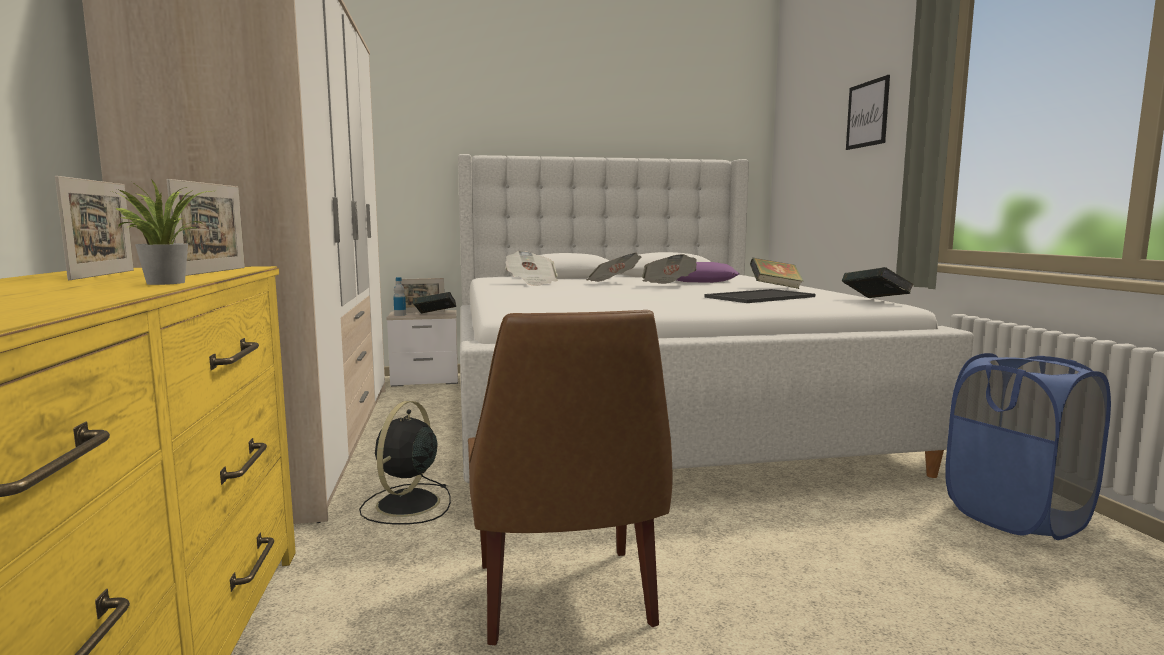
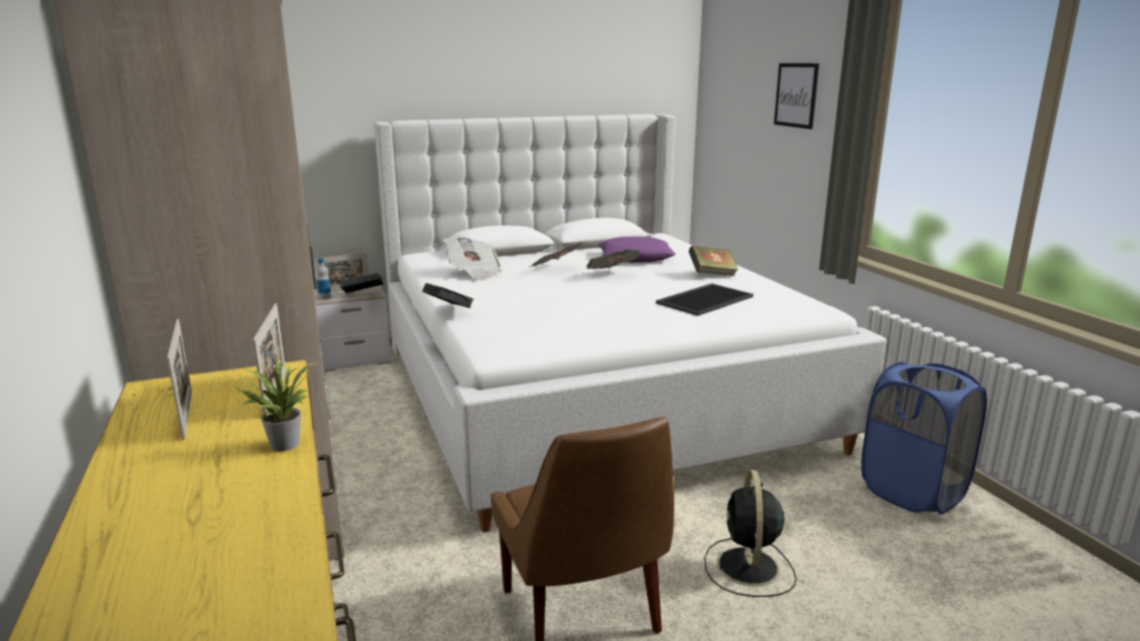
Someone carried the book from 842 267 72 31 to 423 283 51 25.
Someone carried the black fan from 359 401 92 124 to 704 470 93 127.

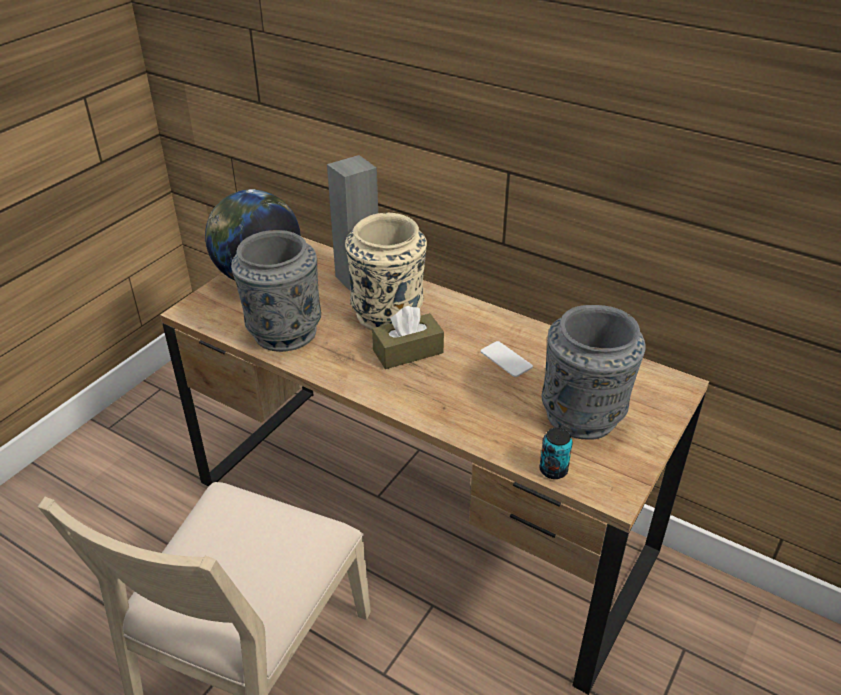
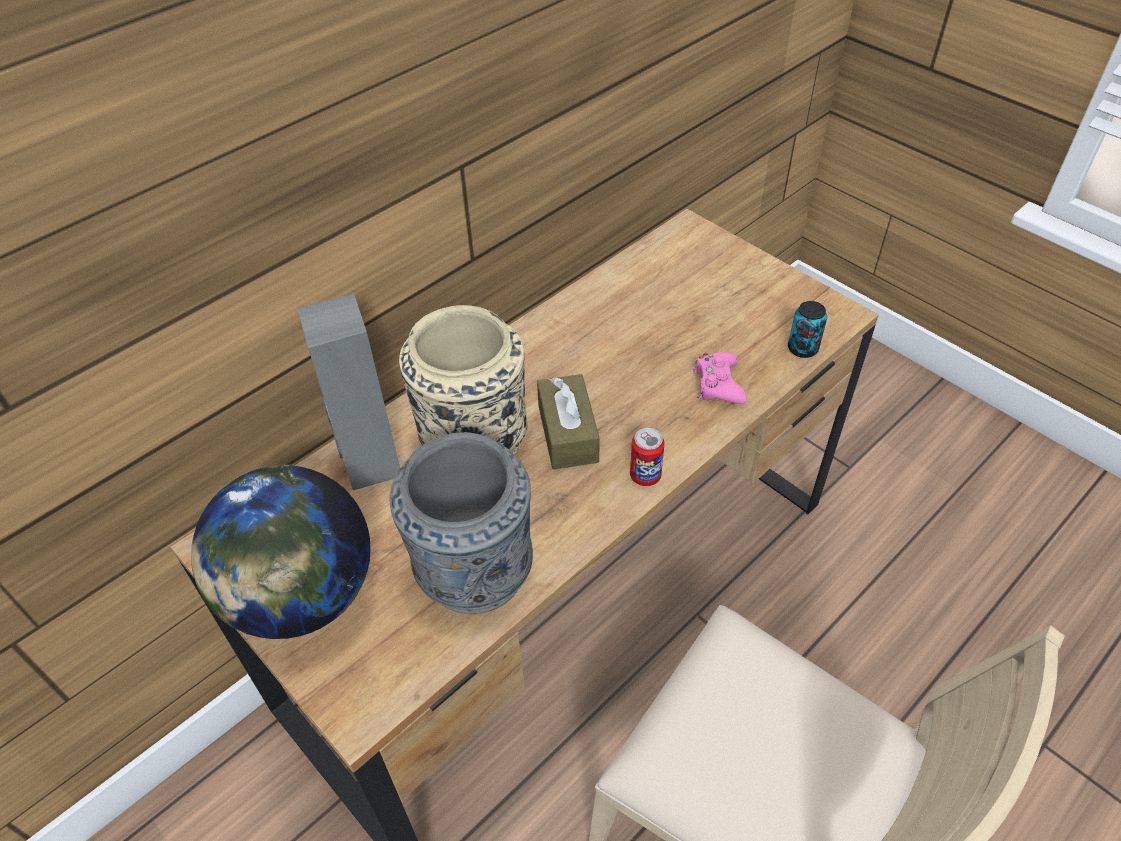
Someone took away the grey vase at 542 305 104 135.
Someone took away the phone at 481 341 52 36.
Someone put down the pink game controller at 693 352 54 52.
Someone put down the can at 630 428 35 58.

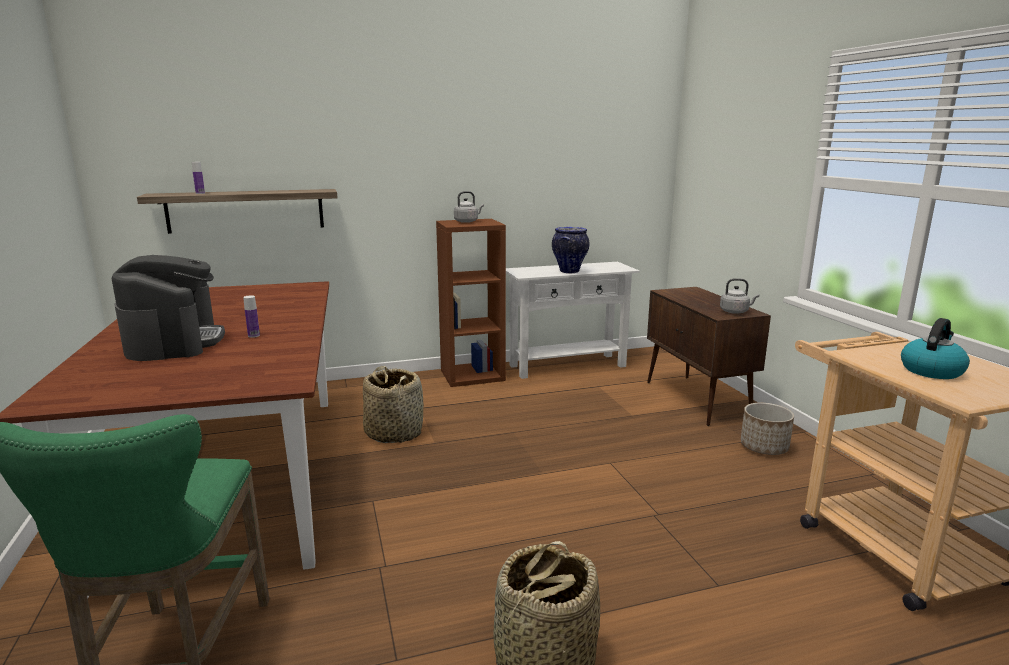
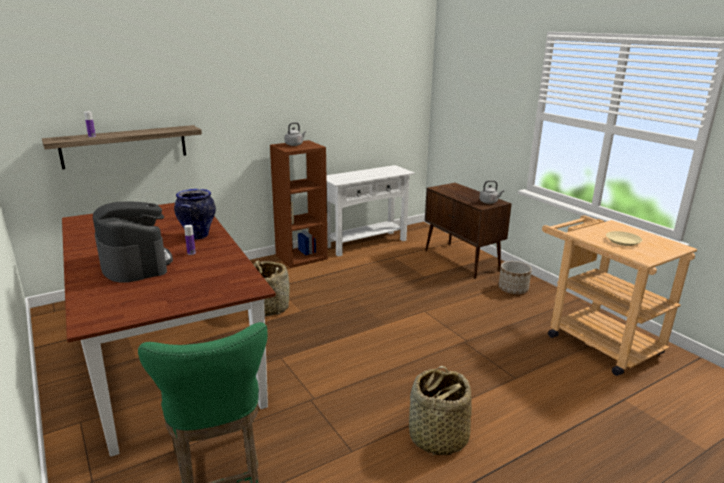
Someone carried the vase from 552 227 37 46 to 174 189 42 51.
Someone swapped the kettle at 901 318 69 61 for the beige plate at 606 231 36 15.

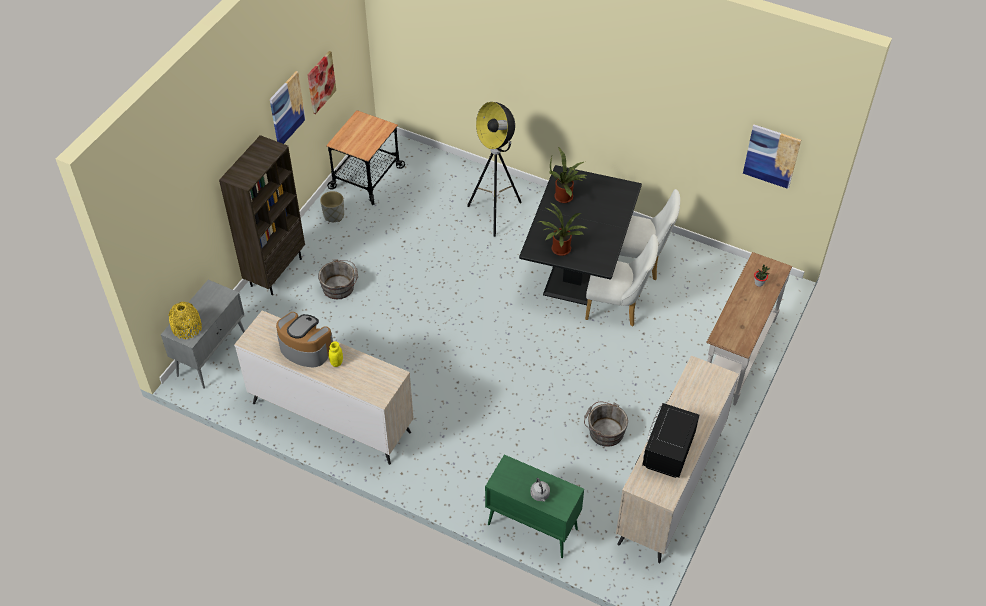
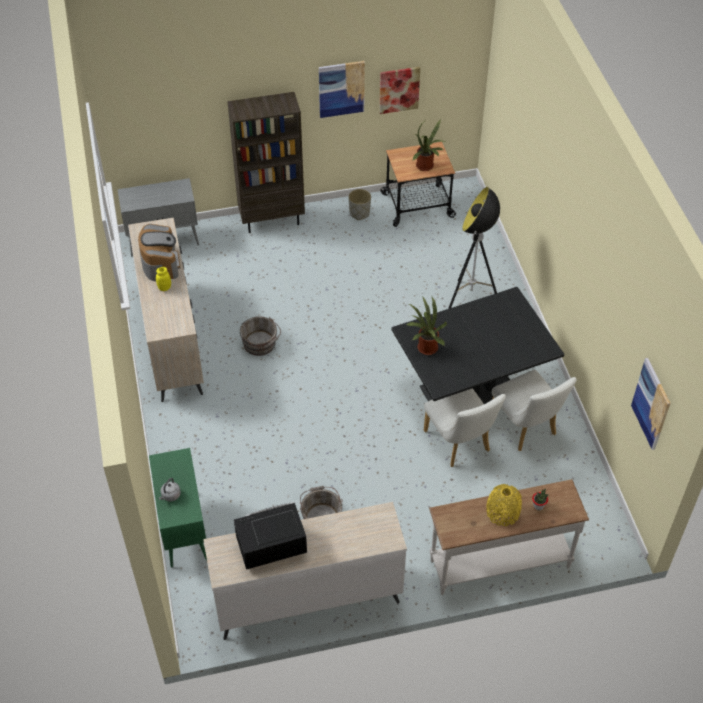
Someone carried the potted plant from 549 147 38 56 to 413 120 32 51.
Someone carried the grey bucket from 318 259 40 40 to 240 316 41 40.
Someone carried the yellow vase from 168 302 34 37 to 486 484 36 42.

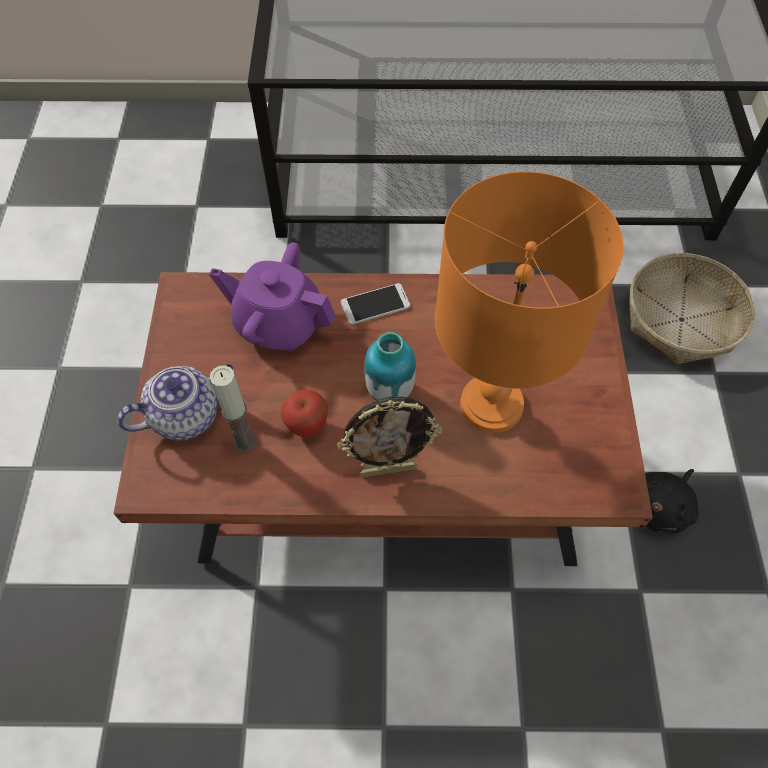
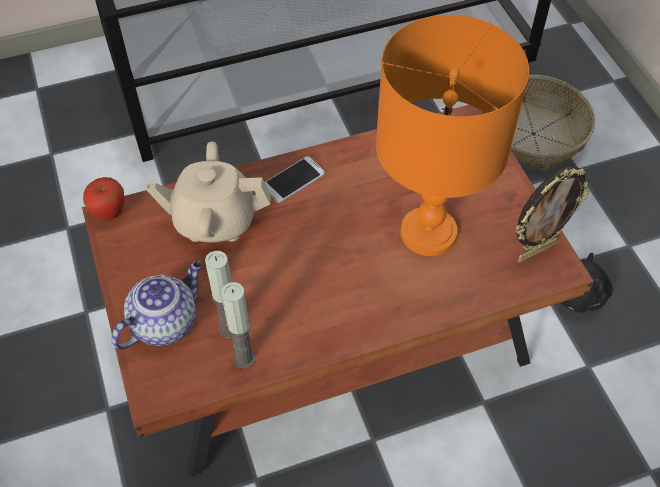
Someone repainted the purple teapot at 209 242 127 110, which became the beige teapot at 146 141 125 102.
Someone took away the vase at 364 332 52 68.
Someone carried the apple from 281 390 47 47 to 83 177 42 43.
Someone carried the picture frame from 337 397 105 80 to 516 167 73 96.
Someone put down the candle at 221 282 34 87.

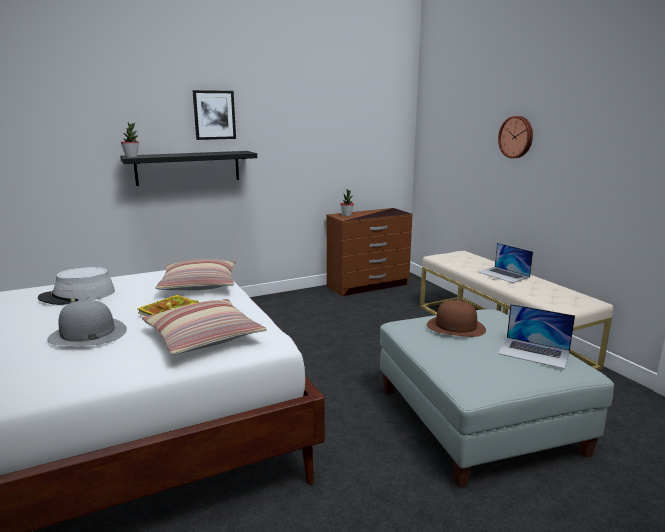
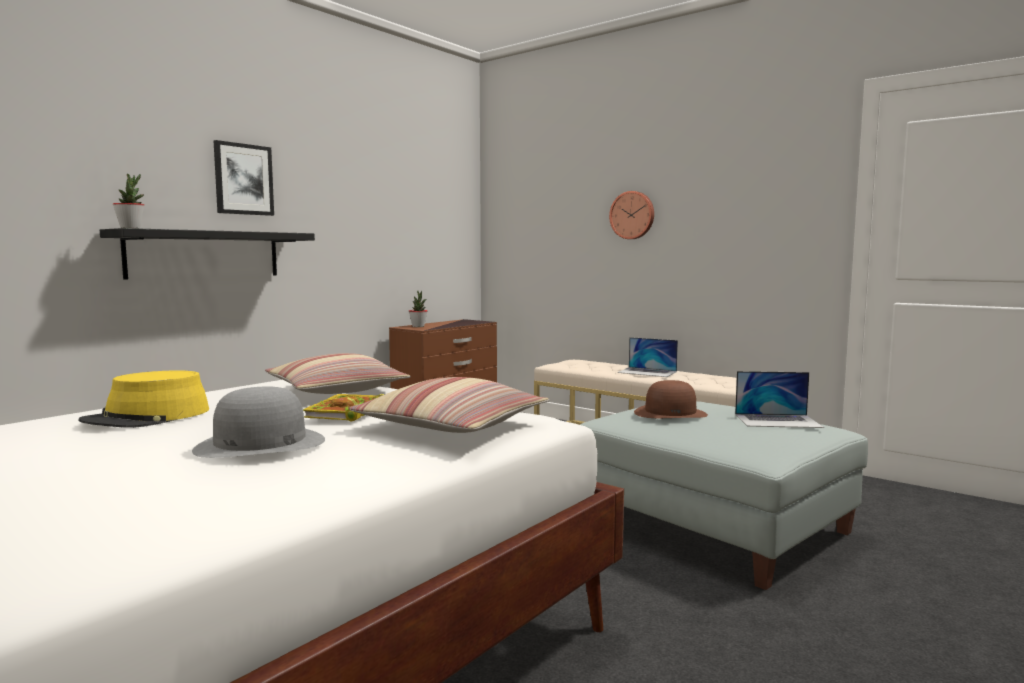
Someone repainted the grey hat at 38 267 77 38, which became the yellow hat at 79 370 130 58.

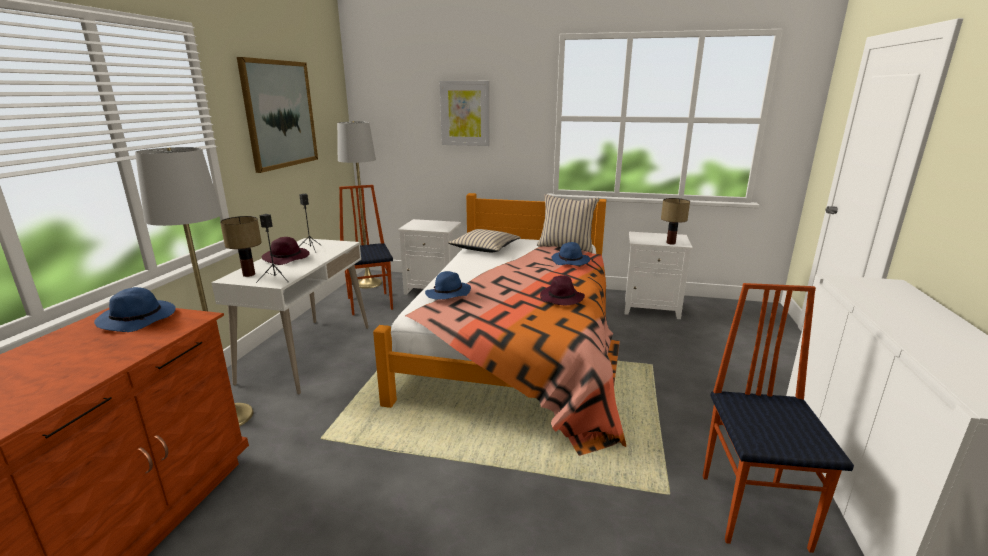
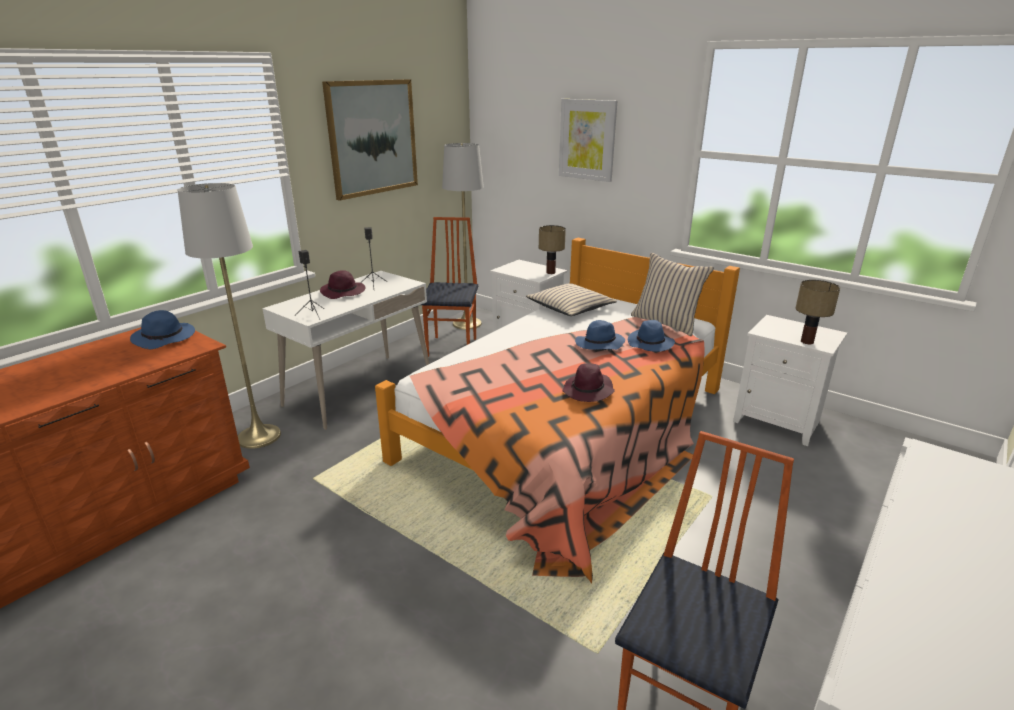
Someone carried the table lamp from 220 216 42 61 to 539 225 27 49.
Someone carried the blue hat from 425 271 46 29 to 575 320 50 30.

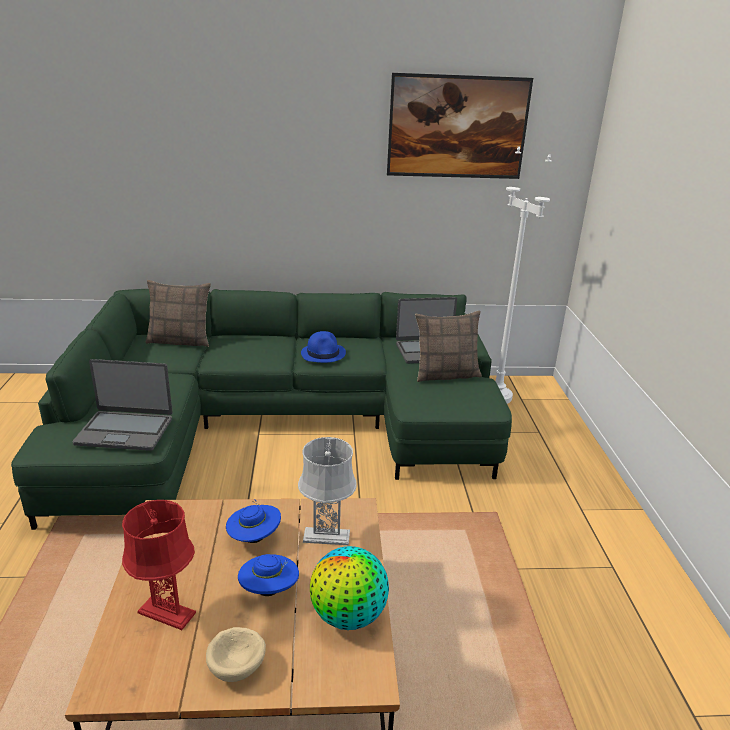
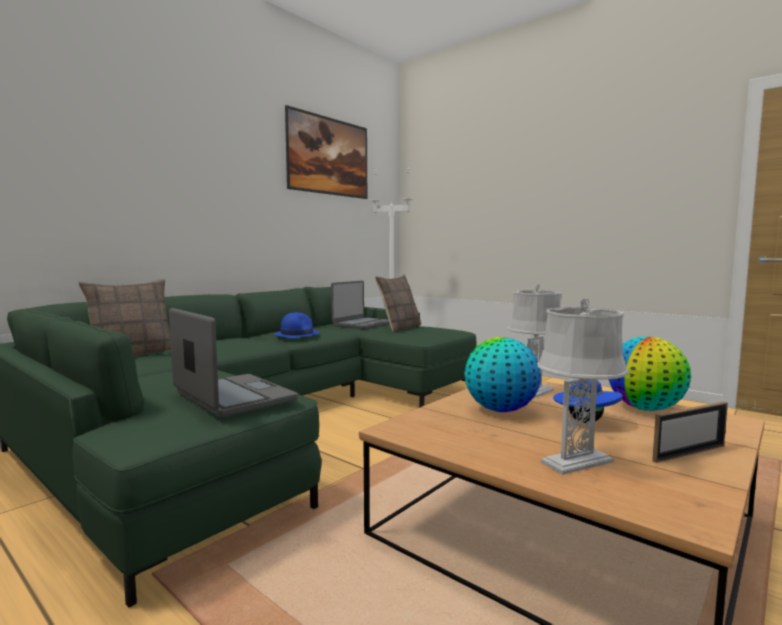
Someone rotated the laptop at 72 359 100 92 by 90 degrees counterclockwise.
Someone swapped the blue hat at 226 499 55 44 for the globe at 464 337 77 75.
Someone repainted the red table lamp at 122 500 74 130, which became the grey table lamp at 537 299 92 176.
Someone swapped the beige bowl at 206 627 60 55 for the picture frame at 652 402 76 61.

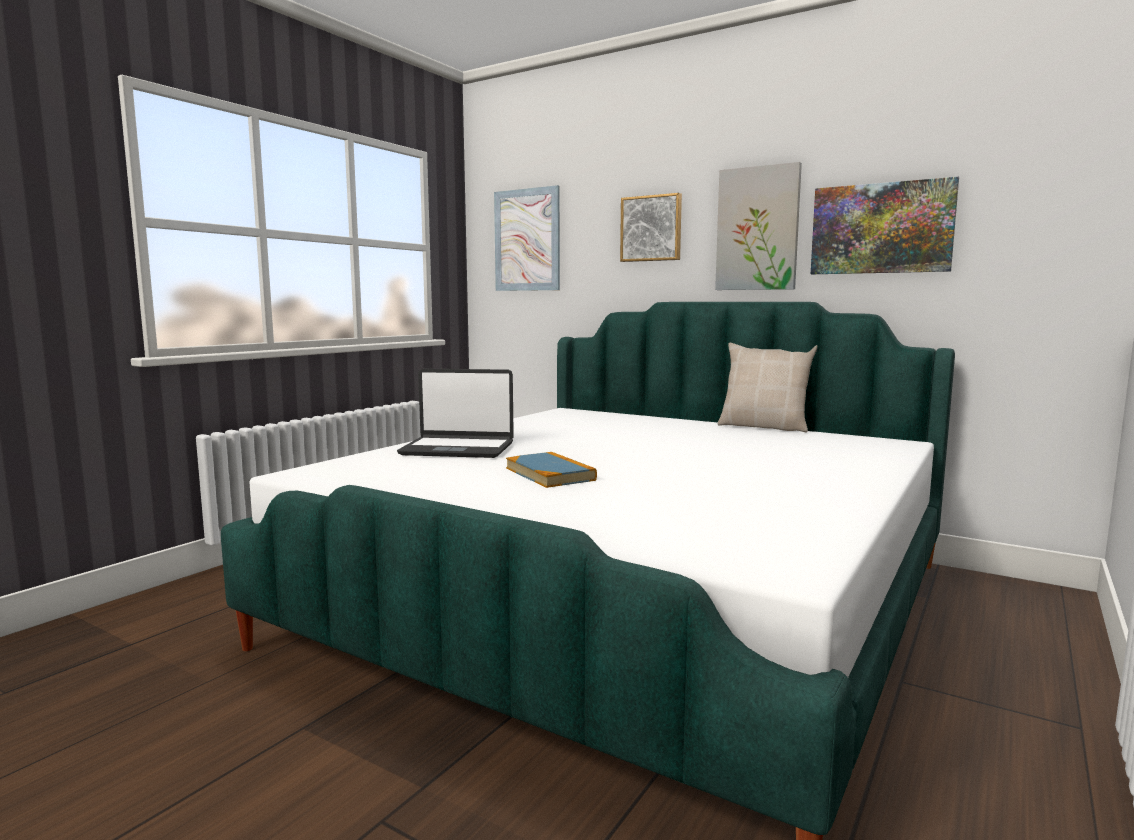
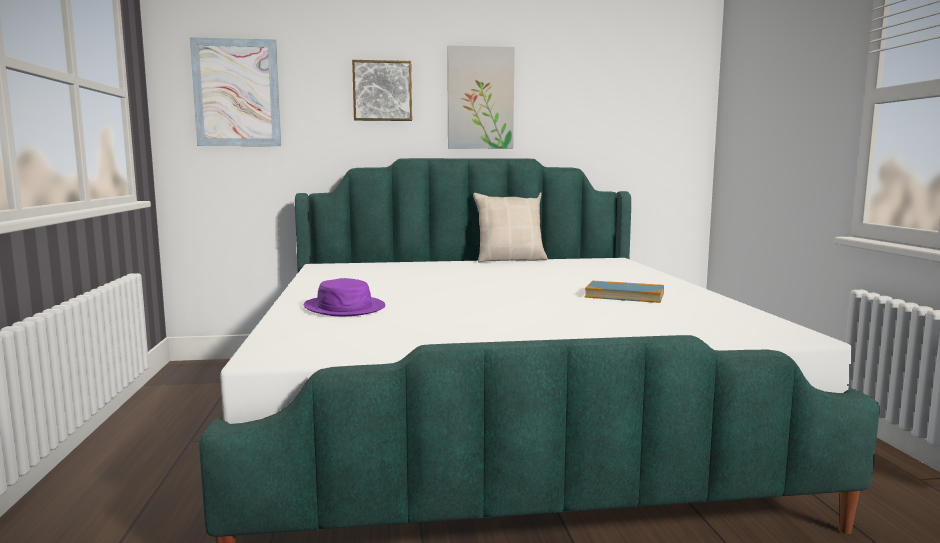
Someone took away the picture at 811 177 148 97.
Someone swapped the laptop at 397 369 117 89 for the purple hat at 304 278 81 38.
Someone carried the book from 506 452 91 36 to 585 281 79 22.

